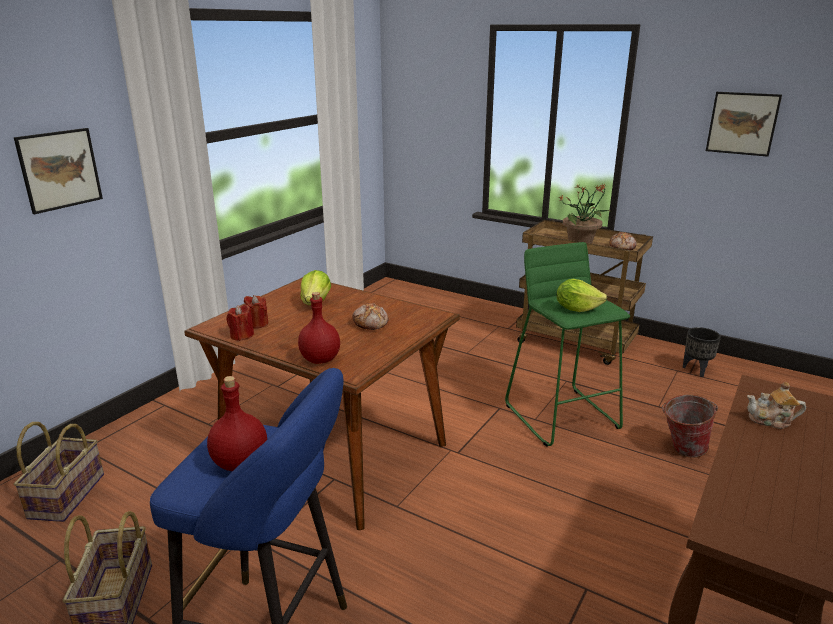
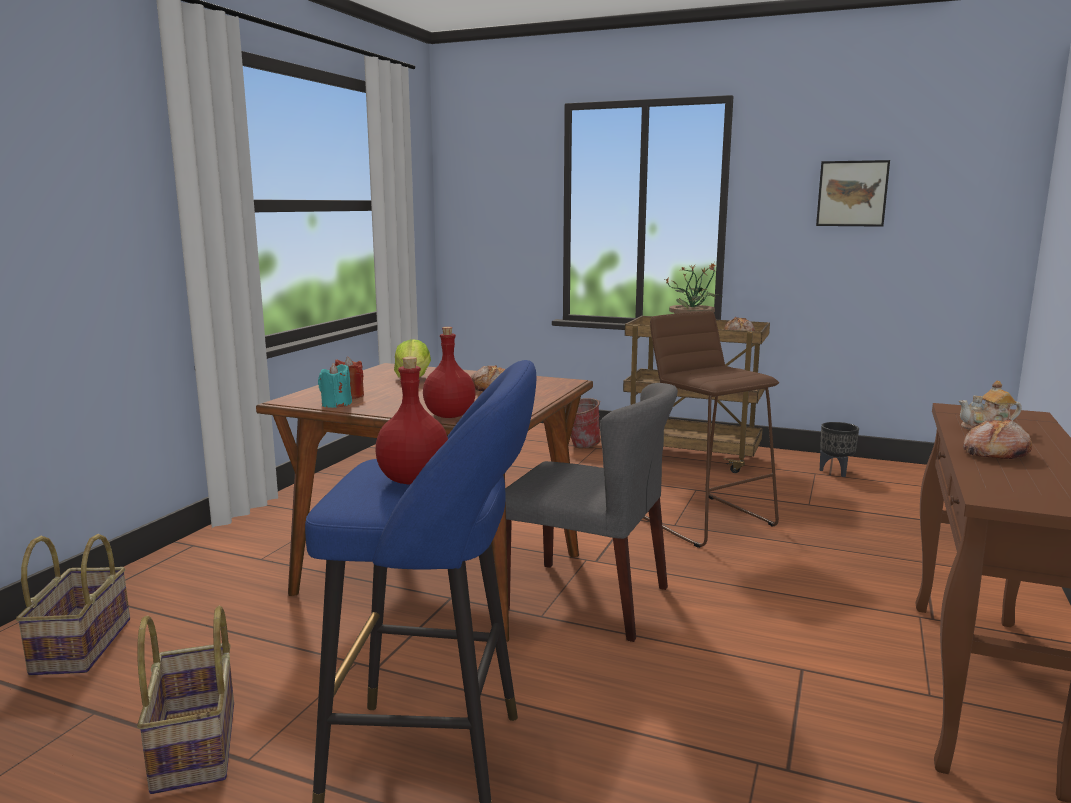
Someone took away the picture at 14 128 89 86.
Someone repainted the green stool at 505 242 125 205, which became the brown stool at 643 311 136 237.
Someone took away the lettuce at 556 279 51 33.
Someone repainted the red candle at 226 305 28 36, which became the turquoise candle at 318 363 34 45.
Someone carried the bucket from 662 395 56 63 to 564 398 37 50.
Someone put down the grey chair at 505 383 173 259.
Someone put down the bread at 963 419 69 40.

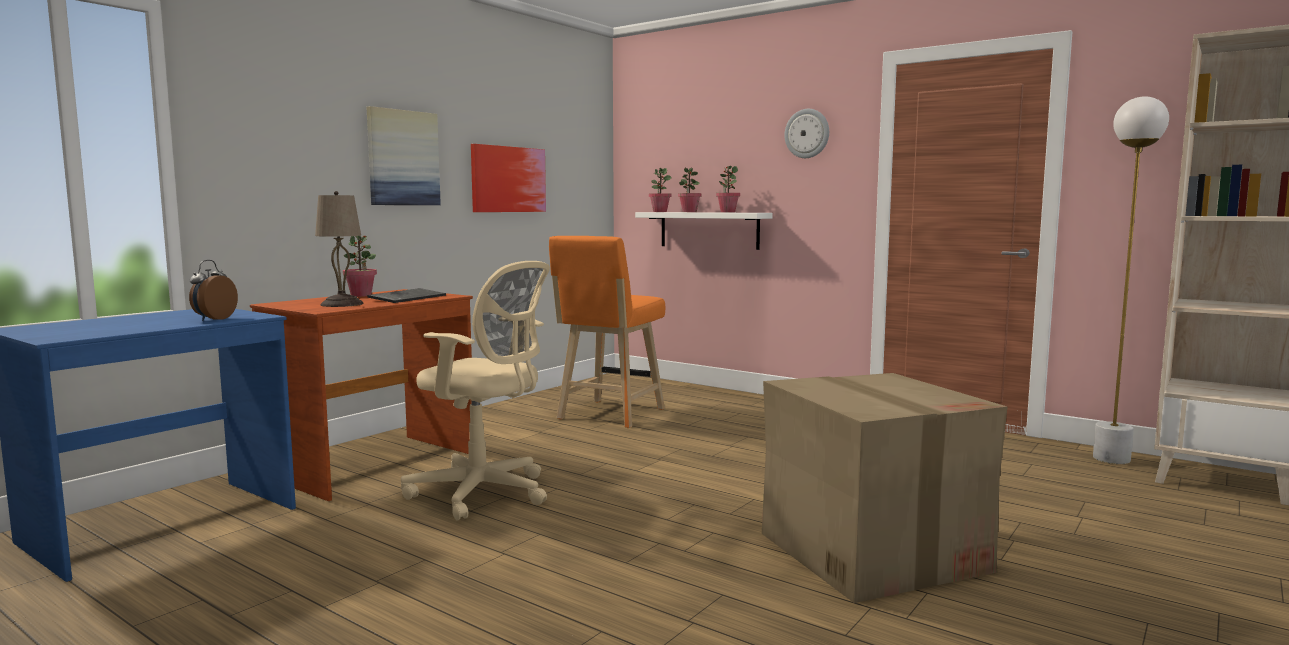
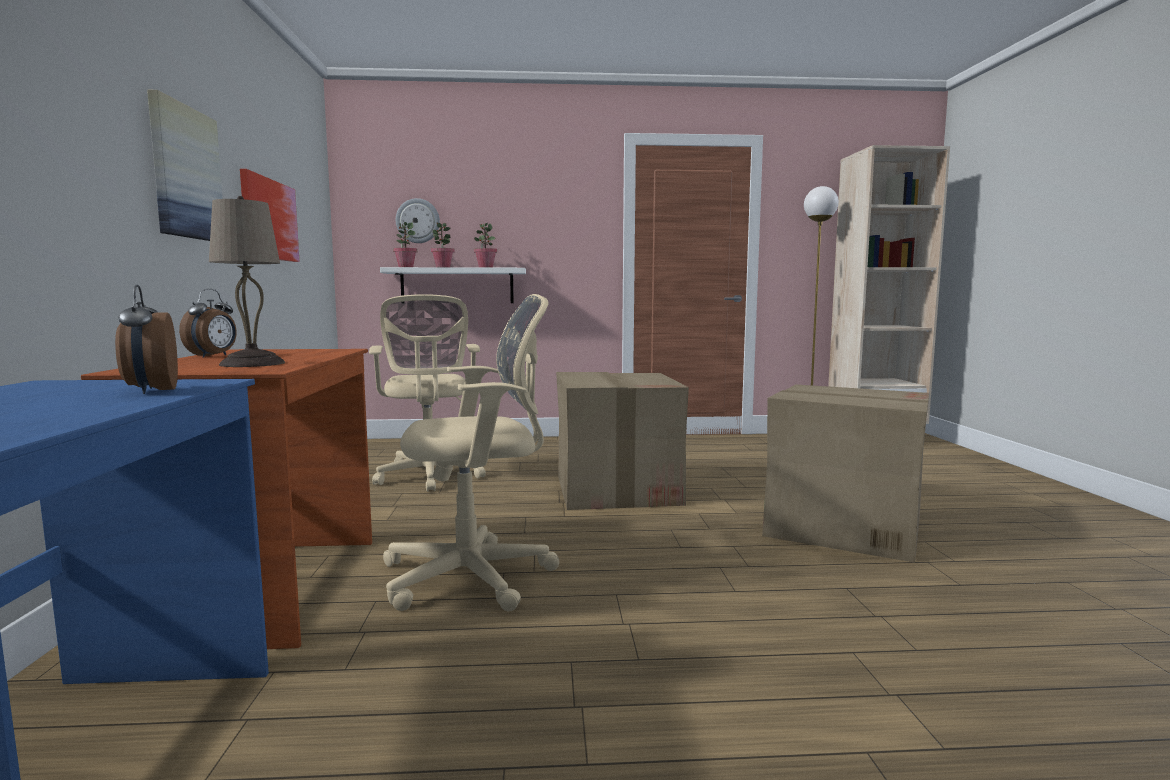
Someone carried the wall clock from 784 109 45 49 to 396 198 44 45.
Someone swapped the potted plant at 343 235 34 62 for the alarm clock at 179 289 58 69.
Someone swapped the orange stool at 549 236 116 192 for the beige office chair at 369 294 117 198.
Someone took away the keyboard at 367 288 79 15.
Someone put down the cardboard box at 556 372 133 138.

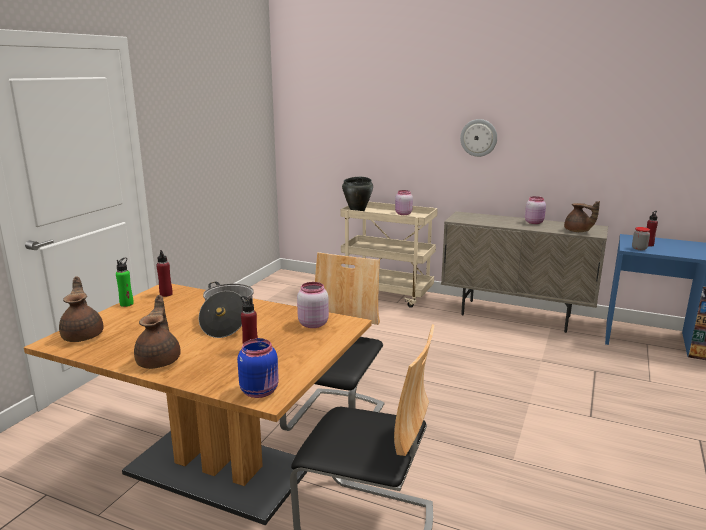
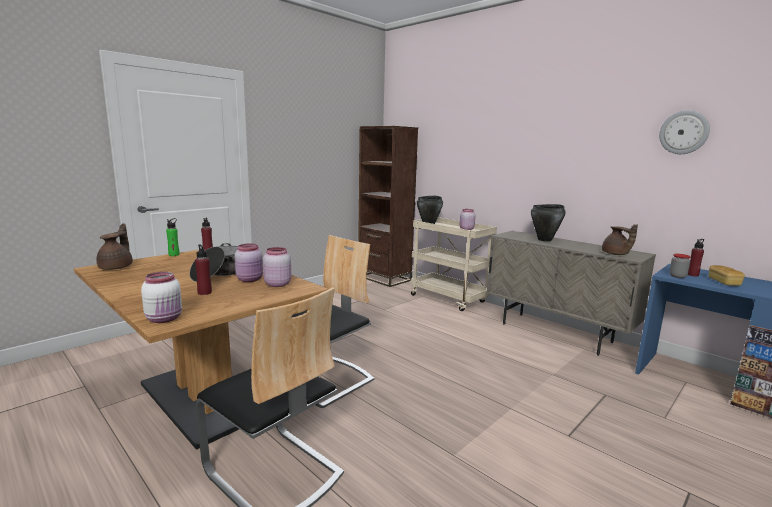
Someone carried the wall clock from 460 119 37 38 to 659 110 51 44.
Someone carried the pink jar from 525 196 21 28 to 235 243 28 39.
Someone took away the brown teapot at 134 295 47 74.
Someone repainted the blue jar at 237 338 42 60, which became the white jar at 141 272 41 51.
Someone put down the brown bookcase at 358 126 60 161.
Someone put down the black cooking pot at 531 204 35 38.
Someone put down the bread at 709 265 36 21.

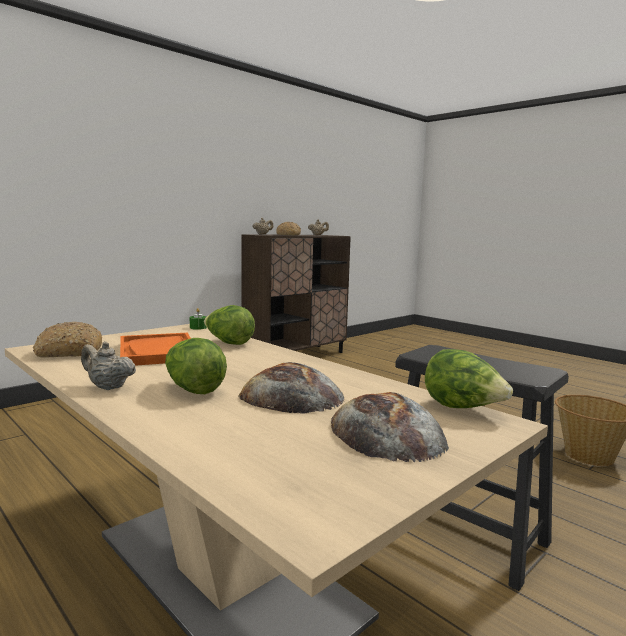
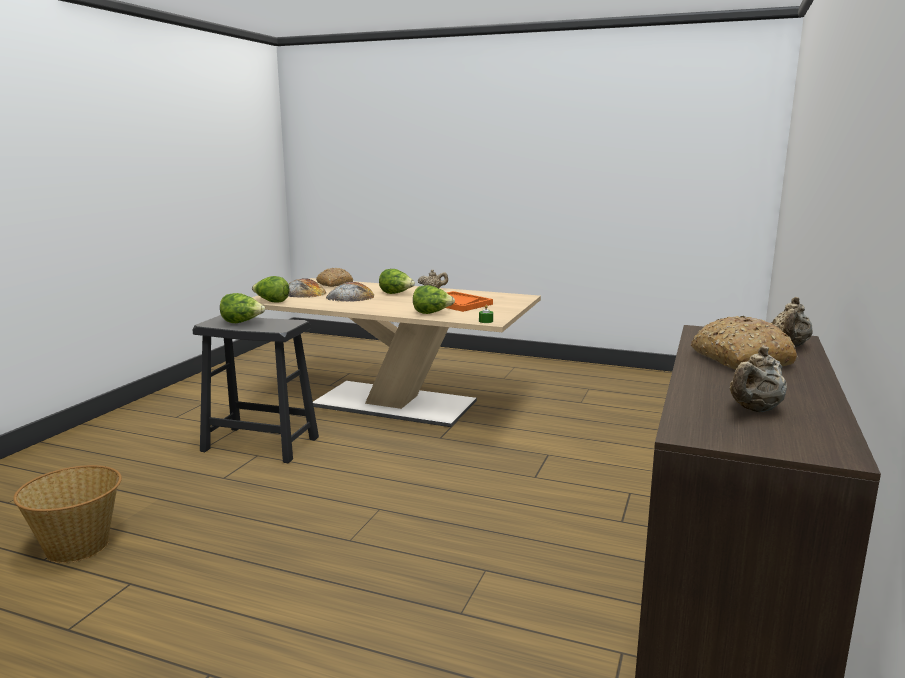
Someone carried the bread from 33 322 69 36 to 316 268 37 19.
Someone put down the lettuce at 220 293 45 30.

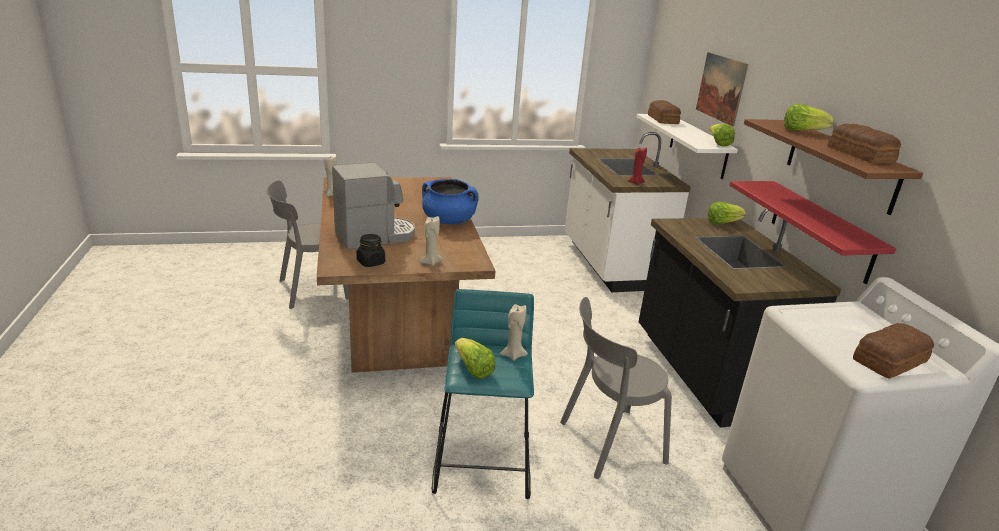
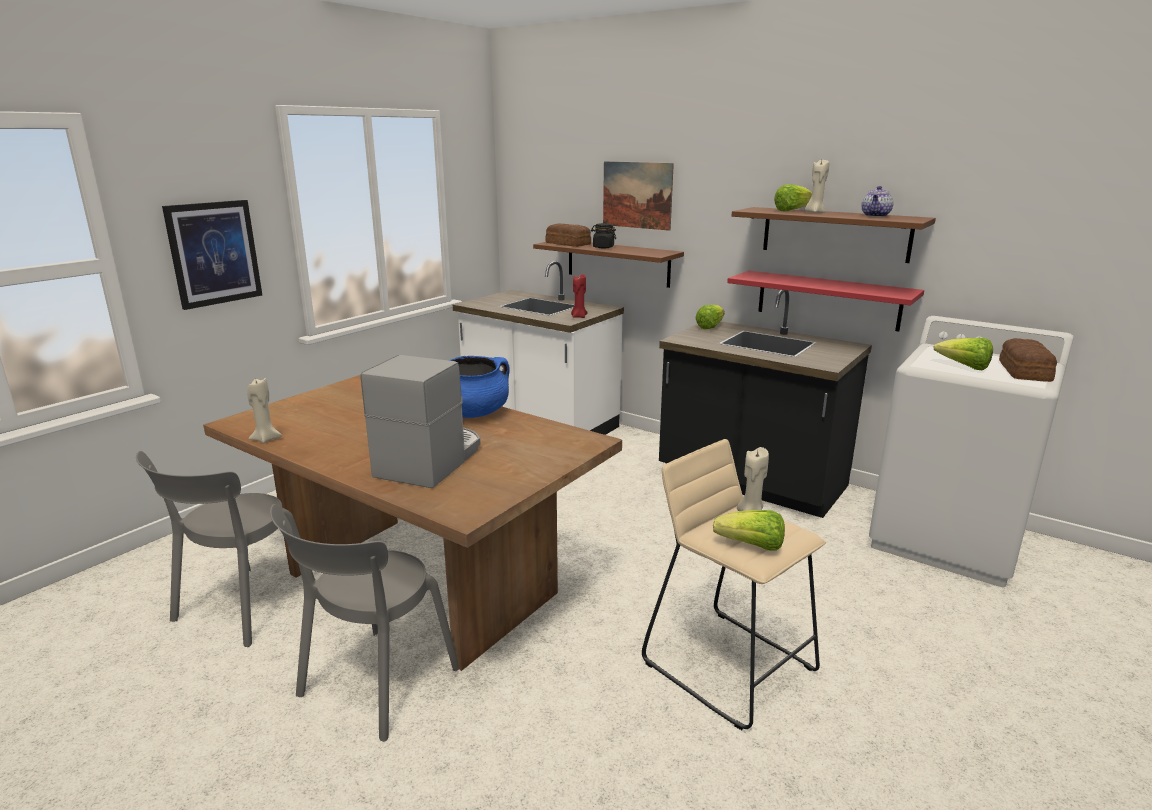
Someone repainted the white shelf at 636 114 102 65, which became the brown shelf at 533 242 151 46.
Someone carried the lettuce from 709 123 26 24 to 934 338 59 32.
Someone swapped the bread at 828 124 73 39 for the teapot at 862 186 32 31.
Someone carried the beige candle from 420 216 23 50 to 805 160 24 53.
Someone carried the black jar from 356 234 29 33 to 591 223 25 26.
Someone repainted the turquoise stool at 432 289 102 210, which became the beige stool at 642 439 184 291.
Someone carried the grey chair from 560 297 112 182 to 270 504 189 238.
Someone put up the picture at 162 200 100 110.

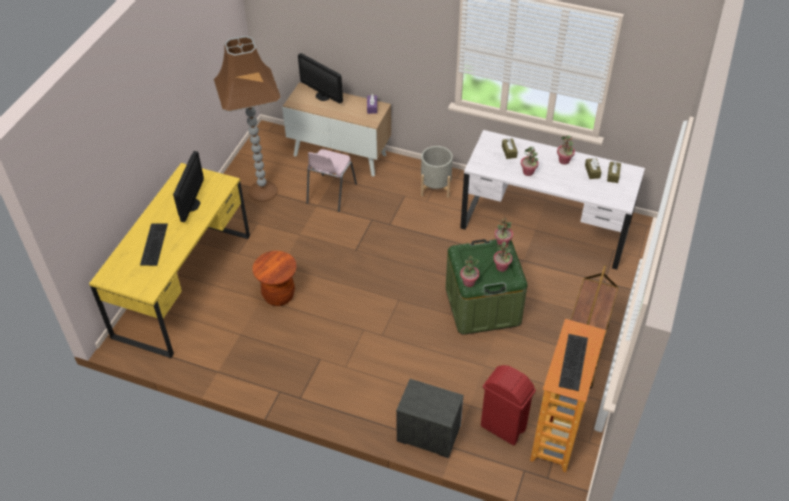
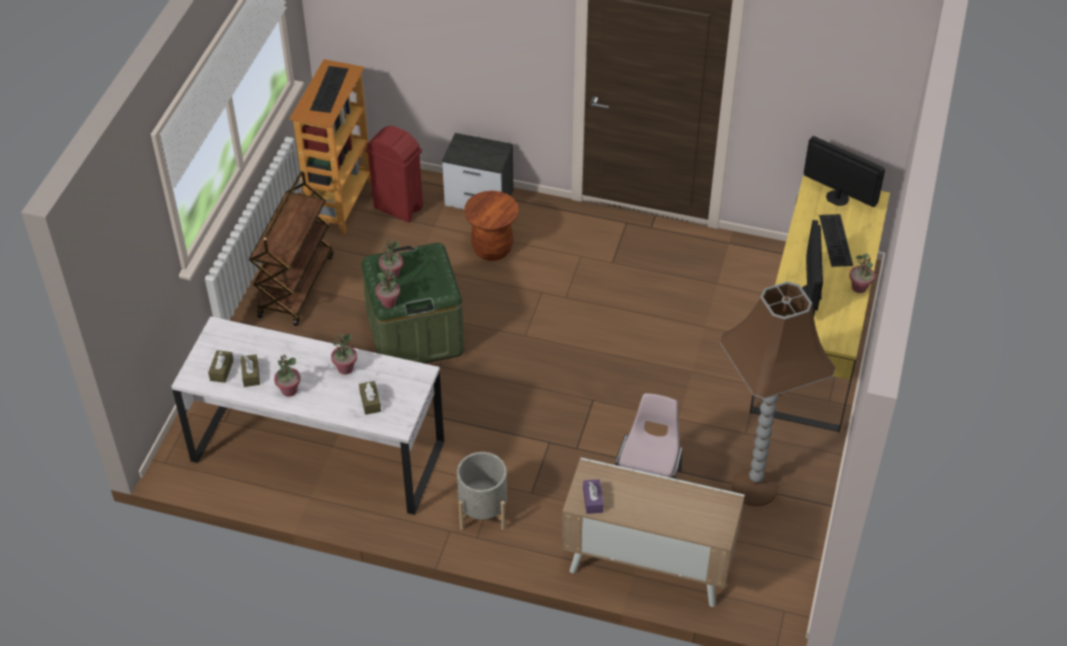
Someone carried the monitor from 298 53 45 51 to 804 136 81 71.
Someone carried the brown stool from 253 251 44 55 to 464 191 55 70.
Someone carried the potted plant from 460 256 19 31 to 849 253 26 40.

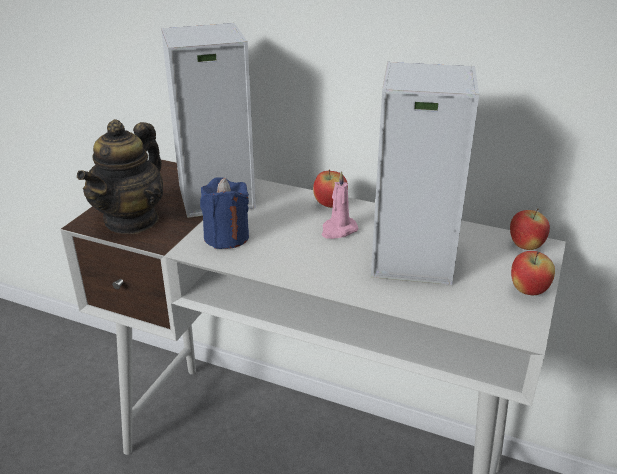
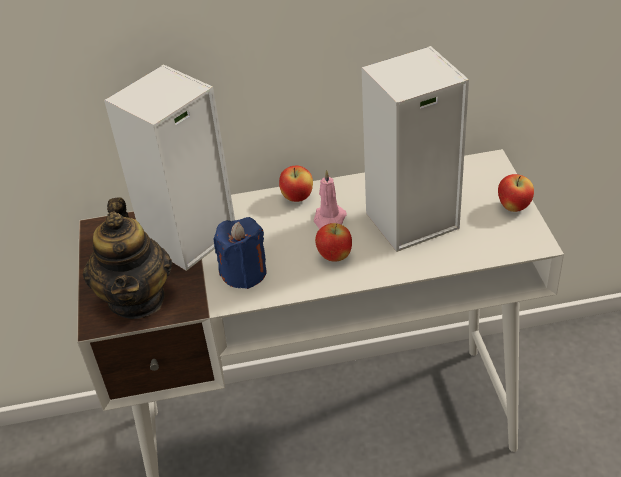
Someone carried the apple from 510 209 40 41 to 315 223 37 39.

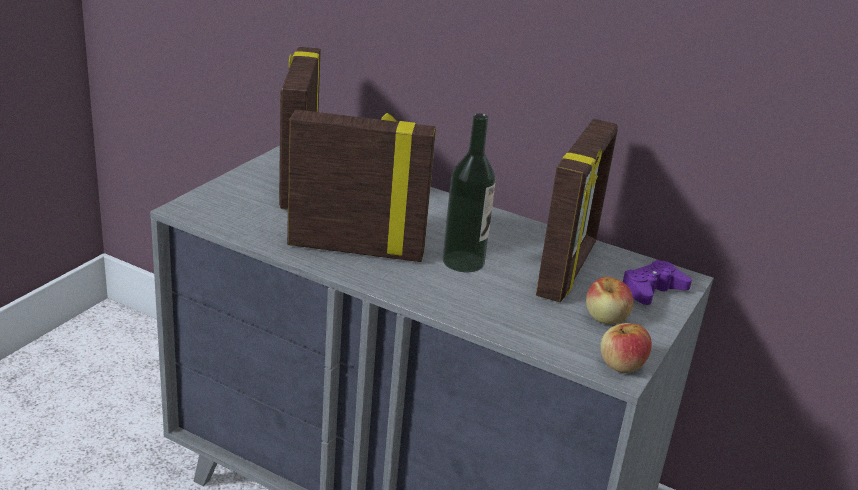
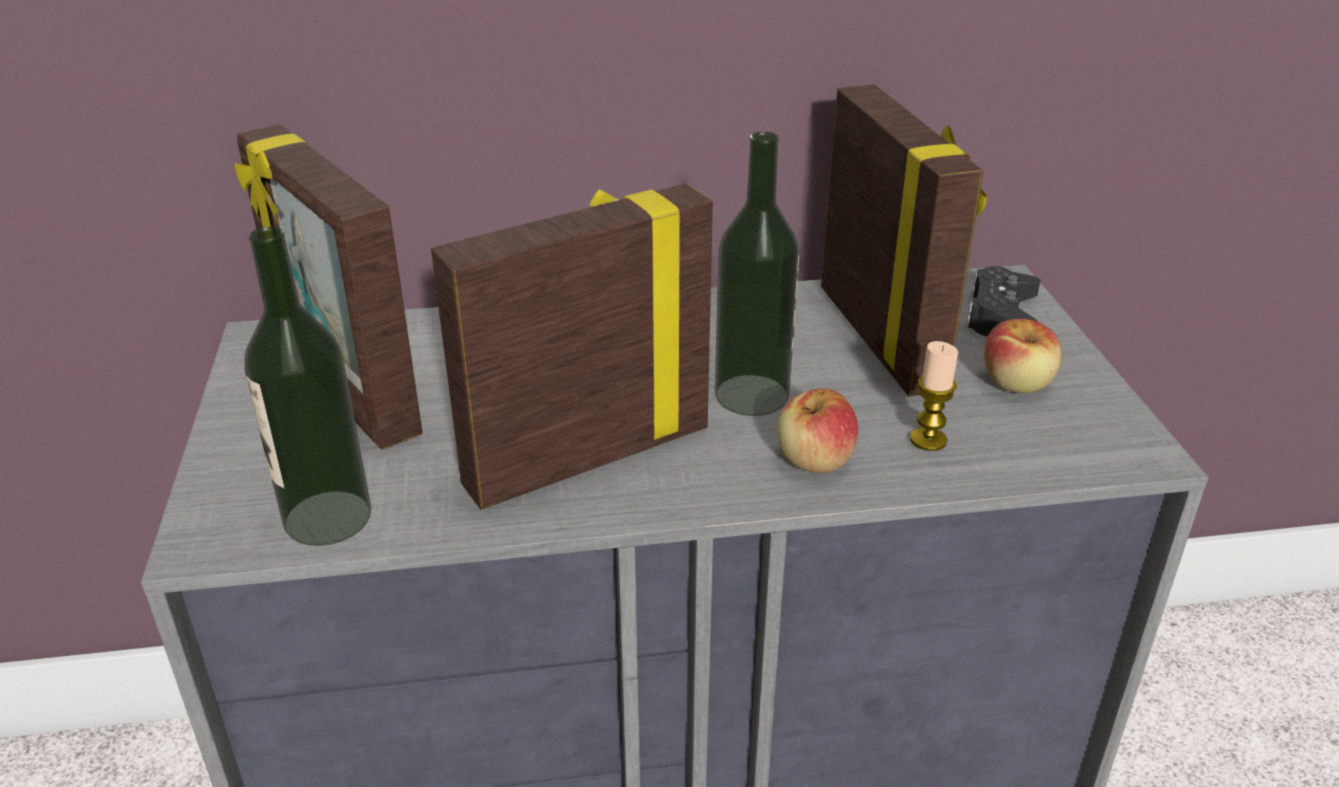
Someone repainted the purple game controller at 622 260 70 45, which became the black game controller at 965 266 76 70.
Someone carried the apple from 600 323 52 50 to 777 388 81 85.
Someone put down the bottle at 244 226 127 320.
Someone put down the candle at 910 341 48 110.

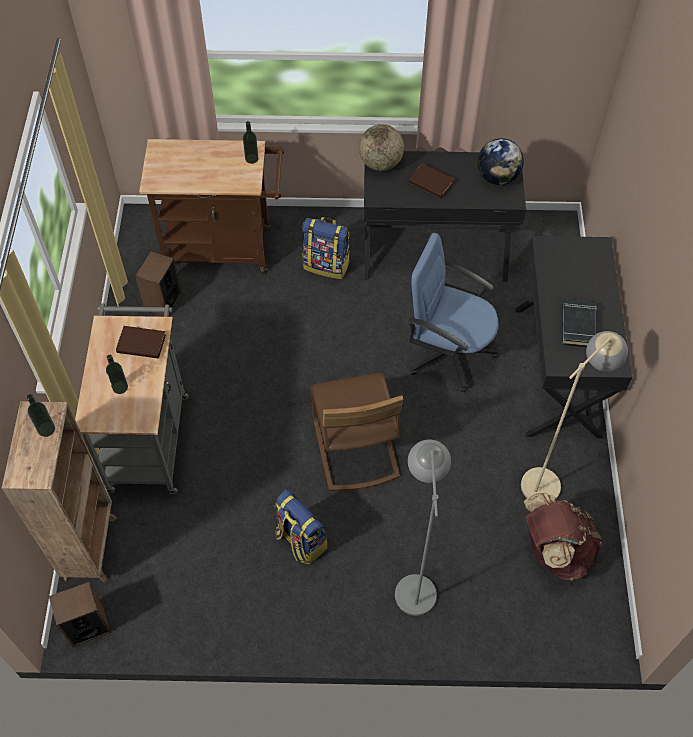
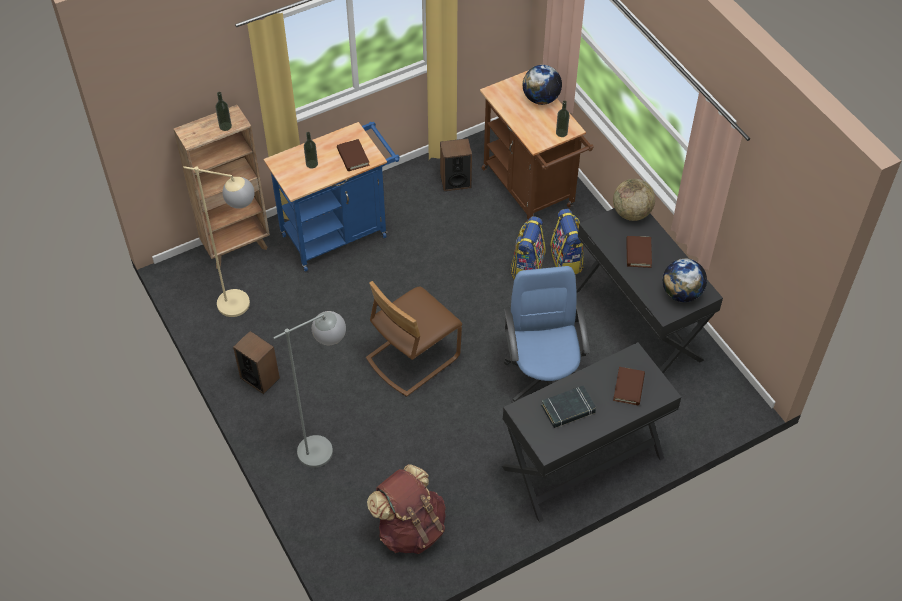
Someone repainted the grey cart at 75 304 114 190, which became the blue cart at 264 122 136 150.
Someone carried the beige floor lamp from 521 331 107 168 to 183 166 72 151.
Someone carried the backpack from 274 490 54 75 to 510 216 35 63.
Someone carried the speaker from 49 582 62 65 to 233 331 47 63.
Someone put down the globe at 523 65 39 40.
Someone put down the brown book at 613 367 32 38.

